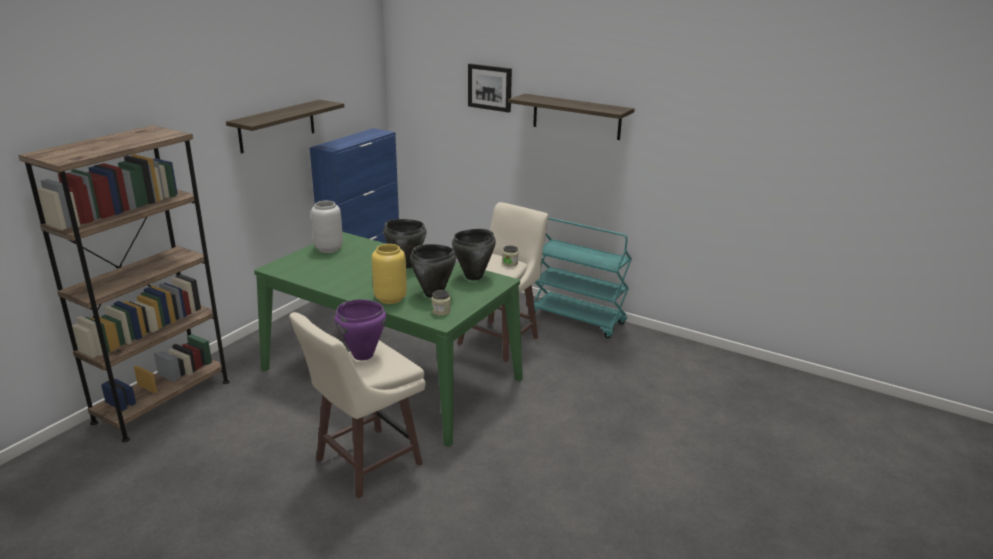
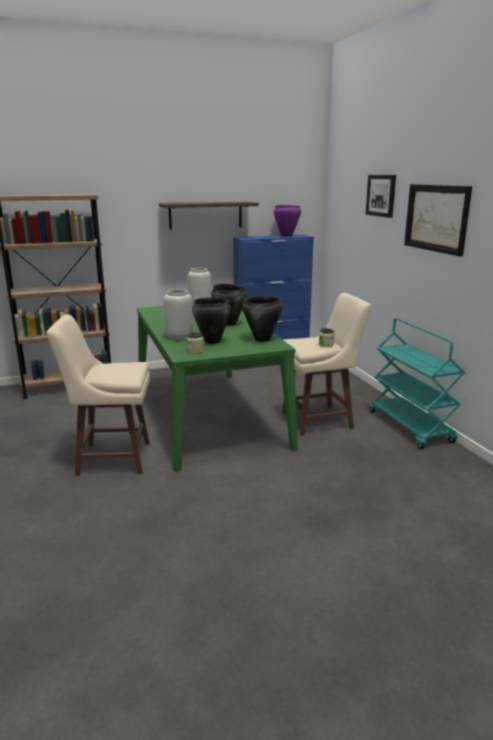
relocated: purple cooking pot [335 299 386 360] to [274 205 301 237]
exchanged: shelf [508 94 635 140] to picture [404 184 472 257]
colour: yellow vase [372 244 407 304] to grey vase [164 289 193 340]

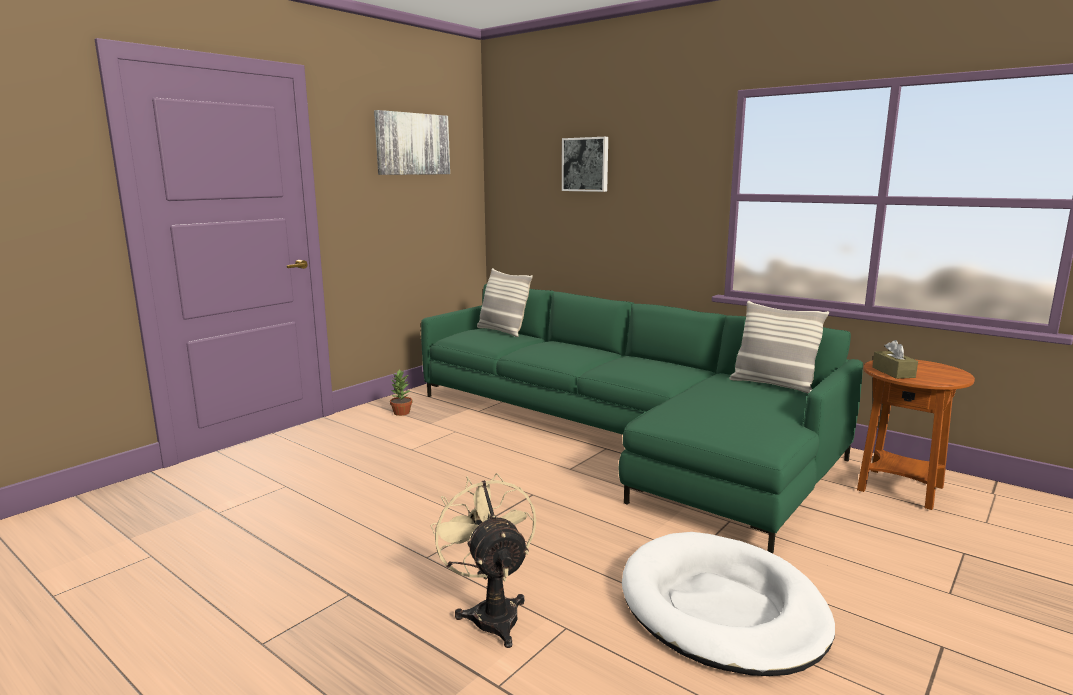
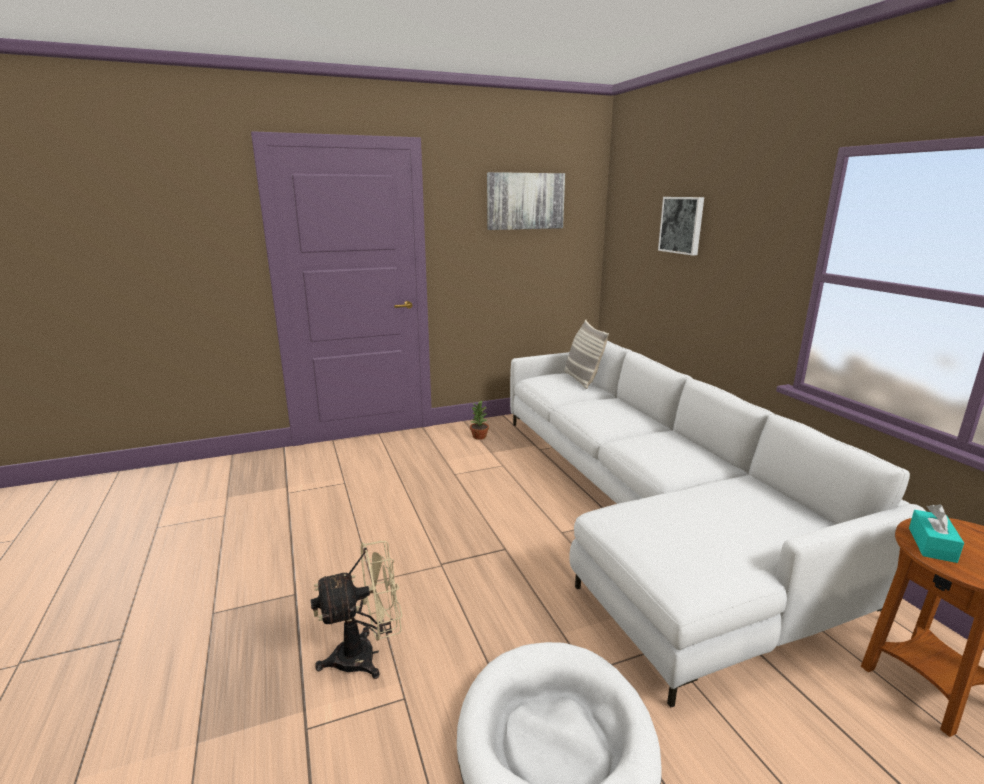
missing: pillow [729 301 829 393]
colour: green sofa [421 284 863 553] to white sofa [510 341 926 707]; brown tissue box [872 340 918 379] to turquoise tissue box [909 504 964 563]
spun: beige fan [431 473 536 648] = [310 541 402 679] 60 degrees clockwise

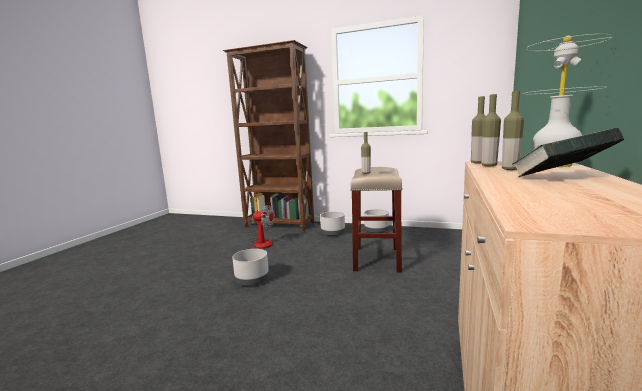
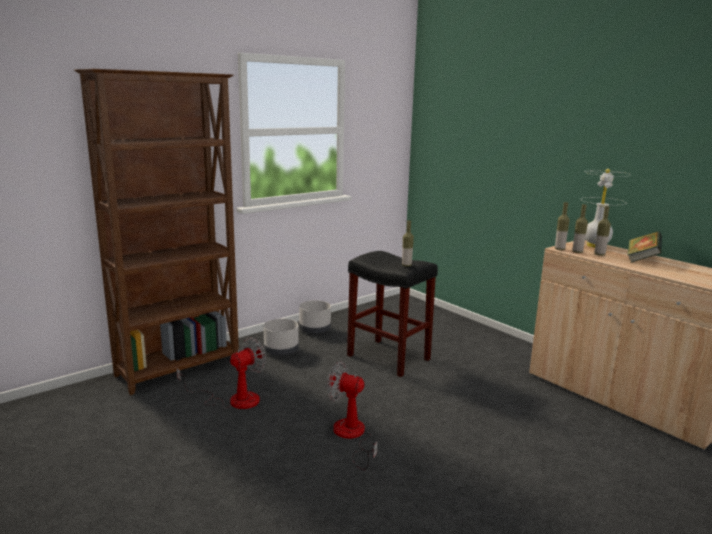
exchanged: grey planter [232 249 269 286] to fan [327 361 378 470]
colour: beige stool [350 167 403 273] to black stool [347 251 438 377]

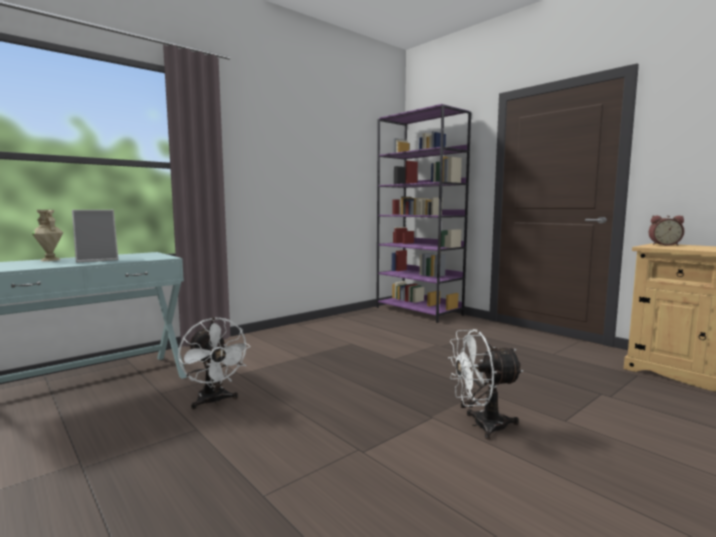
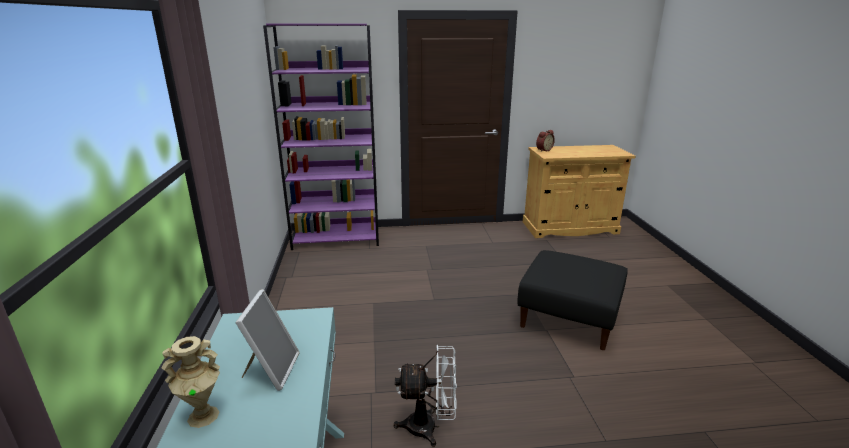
exchanged: white fan [448 329 523 439] to black ottoman [517 250 628 350]

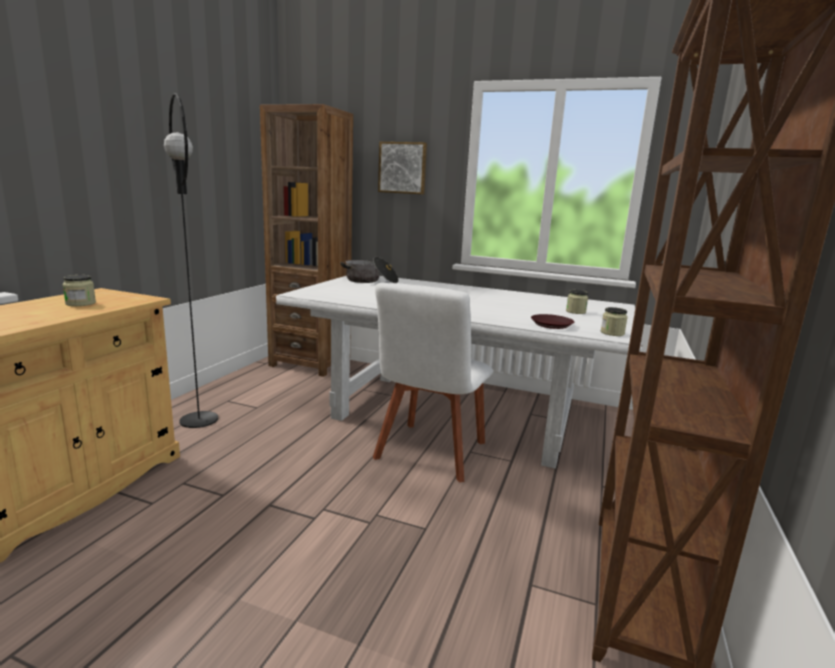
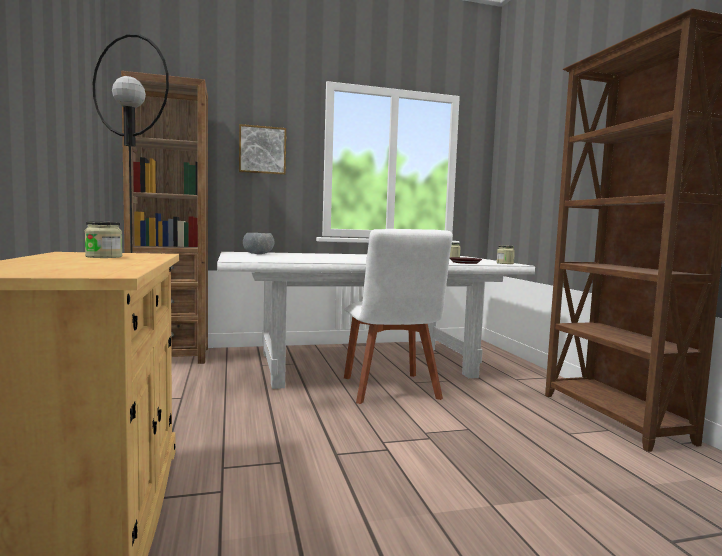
exchanged: cooking pot [341 257 399 283] to grey bowl [243 233 274 254]

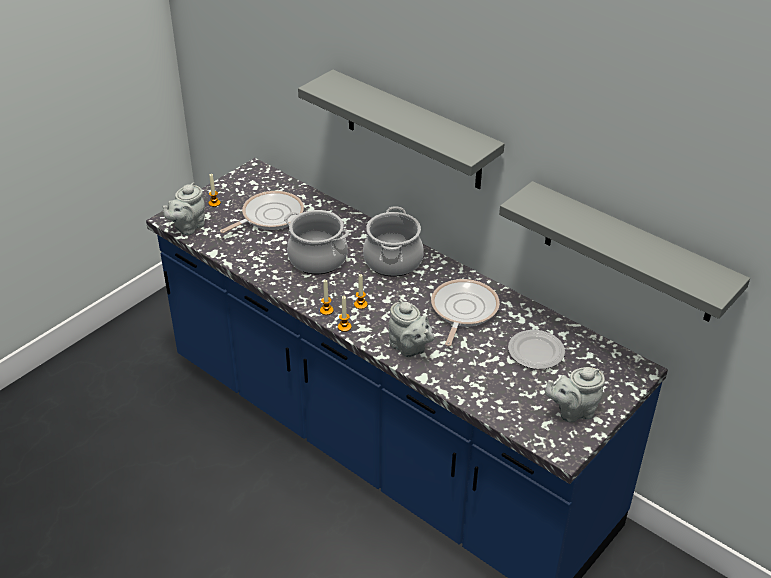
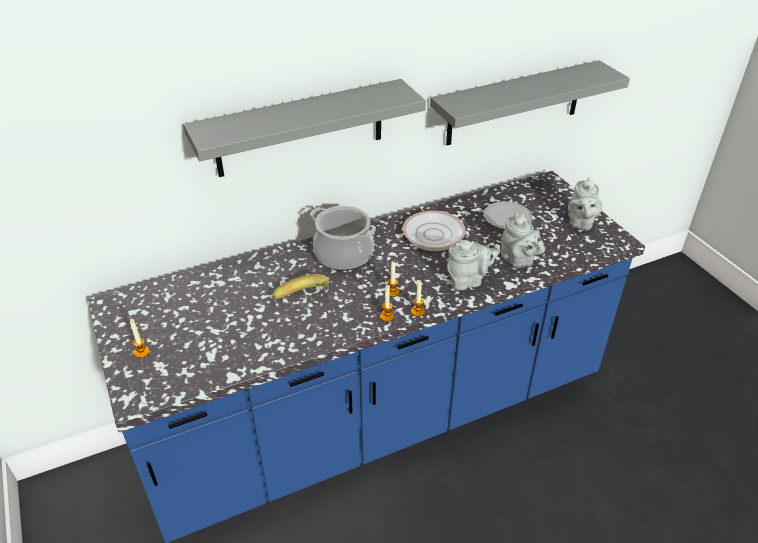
missing: frying pan [220 191 304 233]
relocated: grey teapot [163 182 205 235] to [501 213 545 268]
exchanged: cooking pot [284 210 349 274] to banana [272 274 329 300]

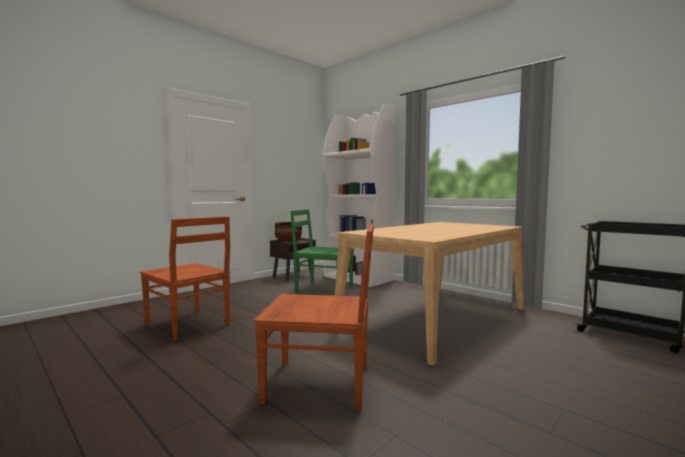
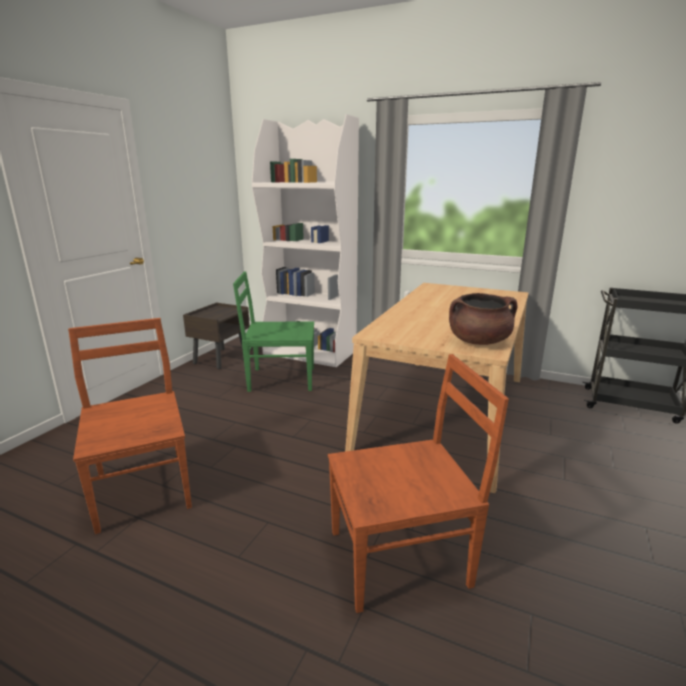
relocated: brown cooking pot [275 222 302 242] to [449 293 517 345]
spun: brown chair [140 216 230 341] = [68 318 192 534] 135 degrees counterclockwise

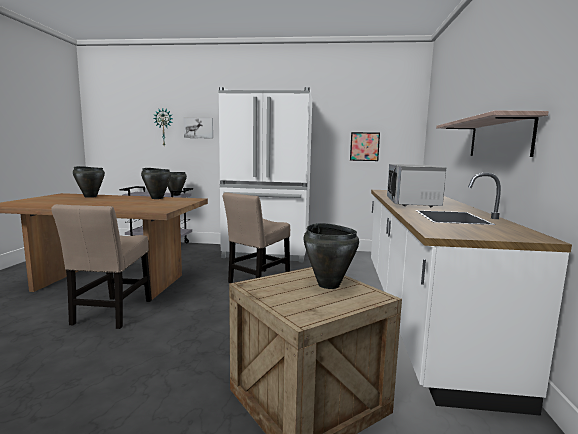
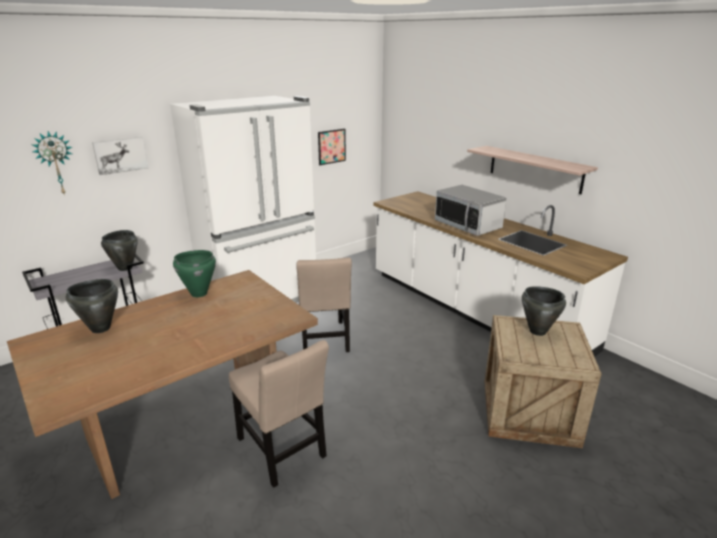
colour: black cooking pot [141 168 171 199] to green cooking pot [173 250 216 297]

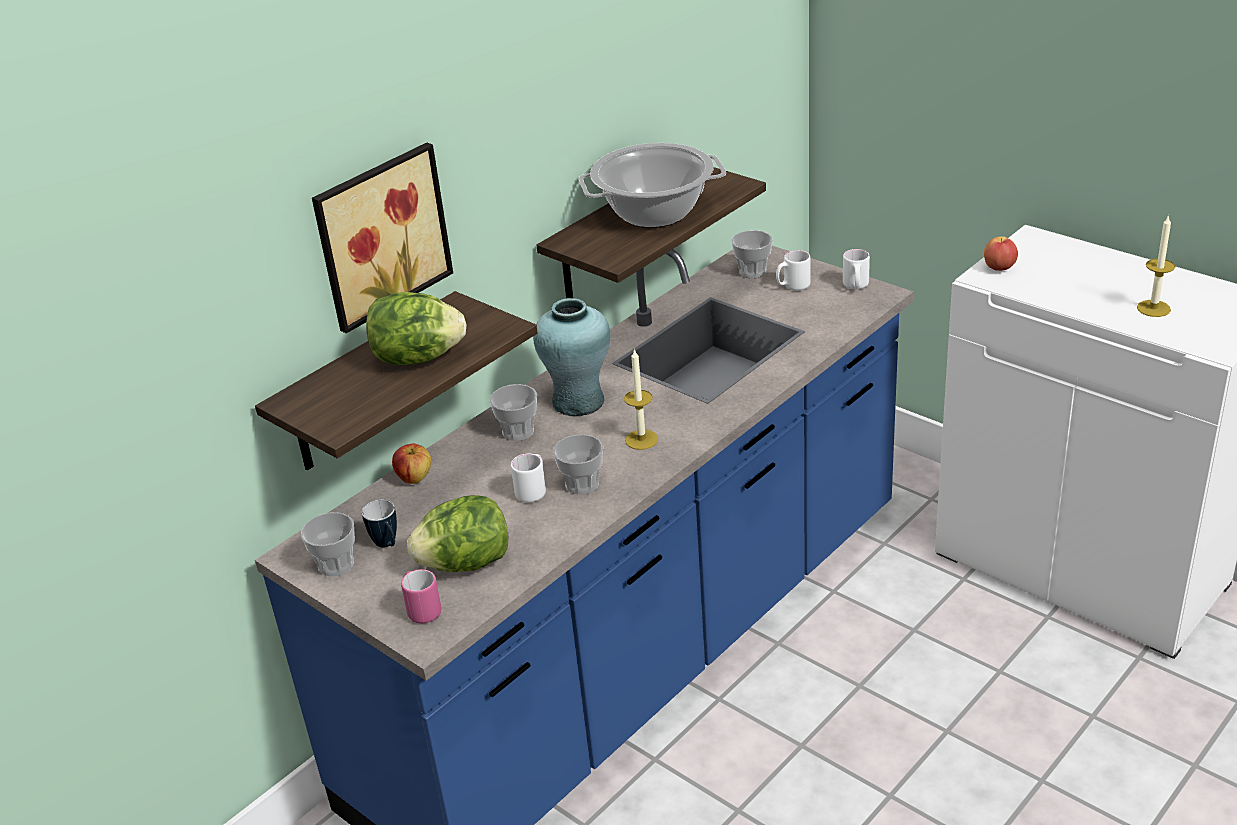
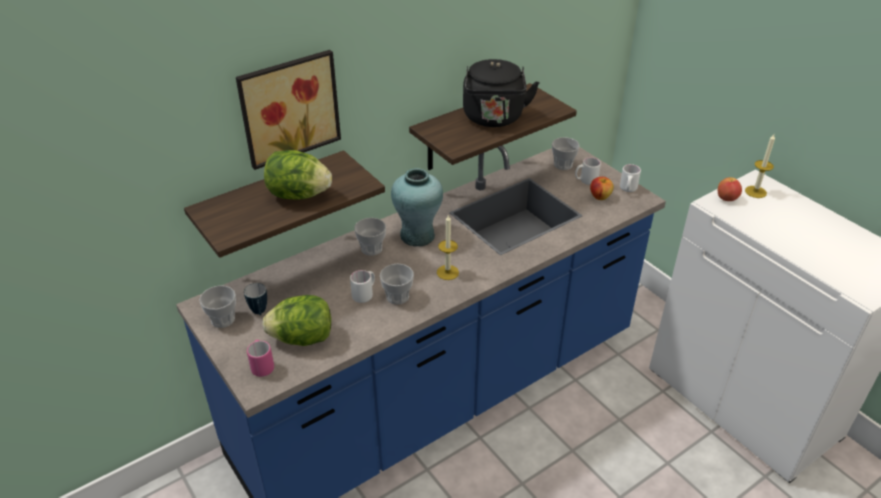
relocated: apple [392 444 431 484] to [590 177 614 200]; candle [1137 215 1175 317] to [745 134 775 198]
exchanged: cooking pot [579 143 726 228] to black kettle [463 59 539 127]

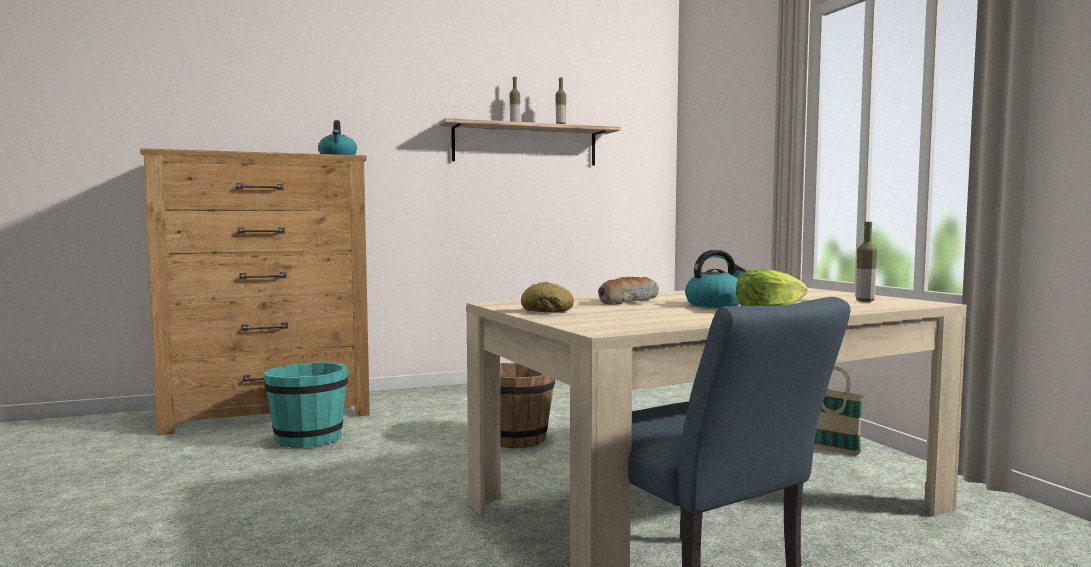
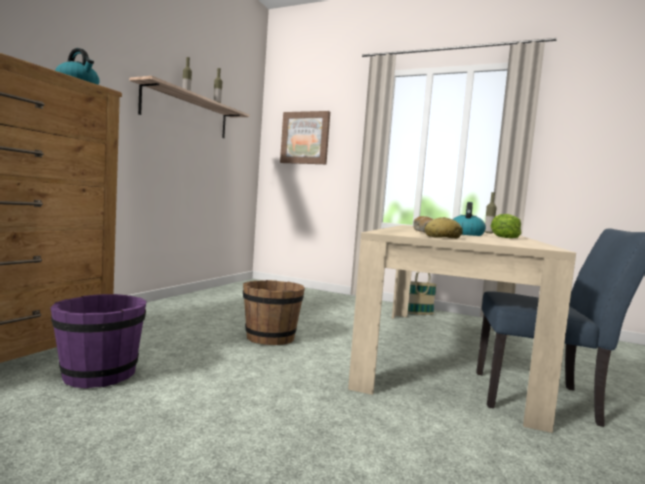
appeared: picture [280 111 330 164]
colour: turquoise bucket [263 362 348 448] to purple bucket [50 294 147 388]

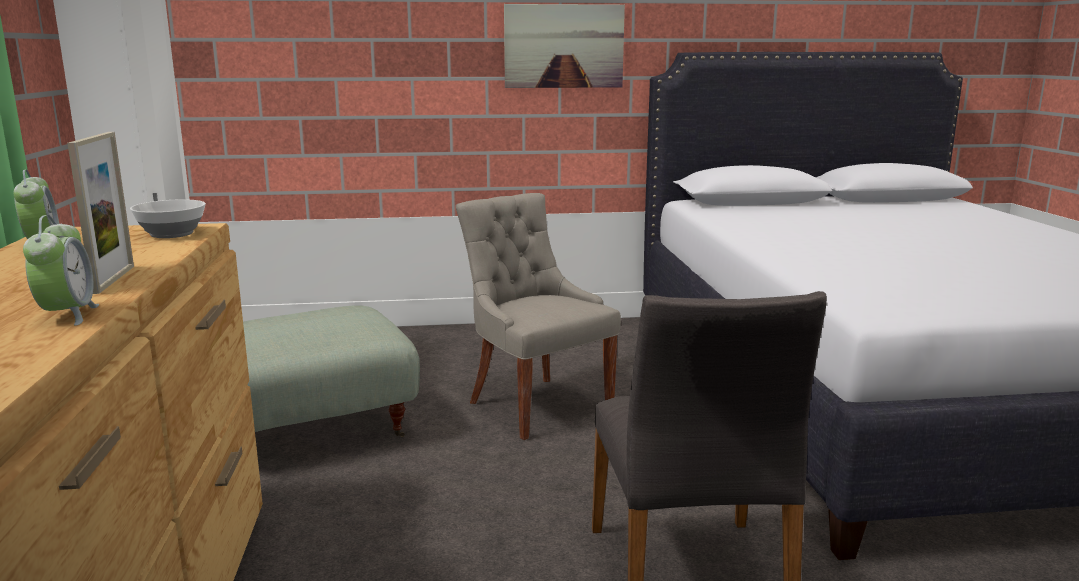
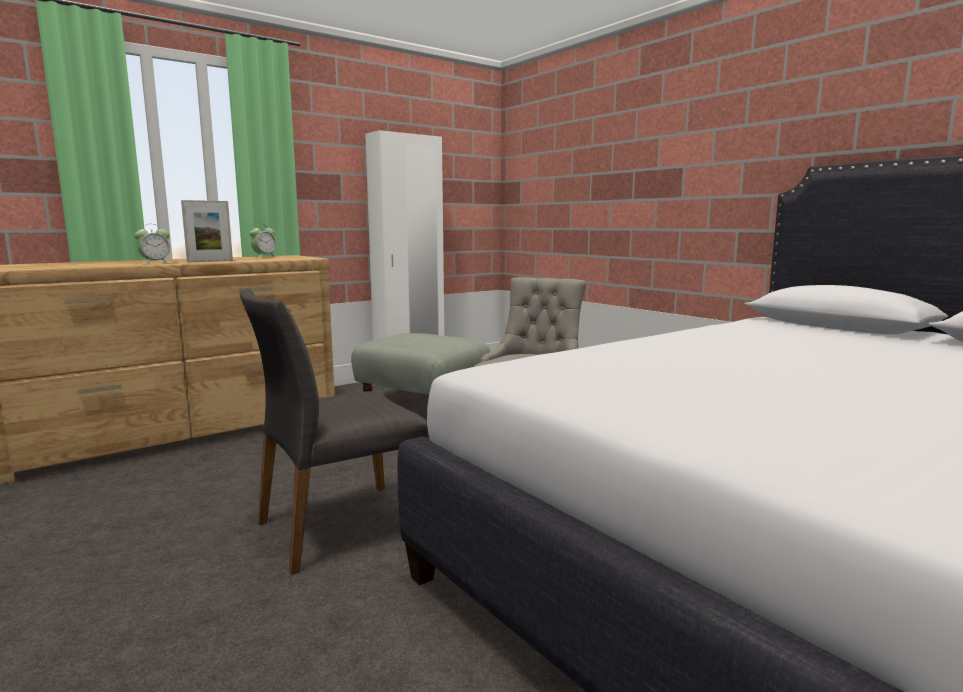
missing: bowl [130 199 206 238]; picture [504 4 625 88]

